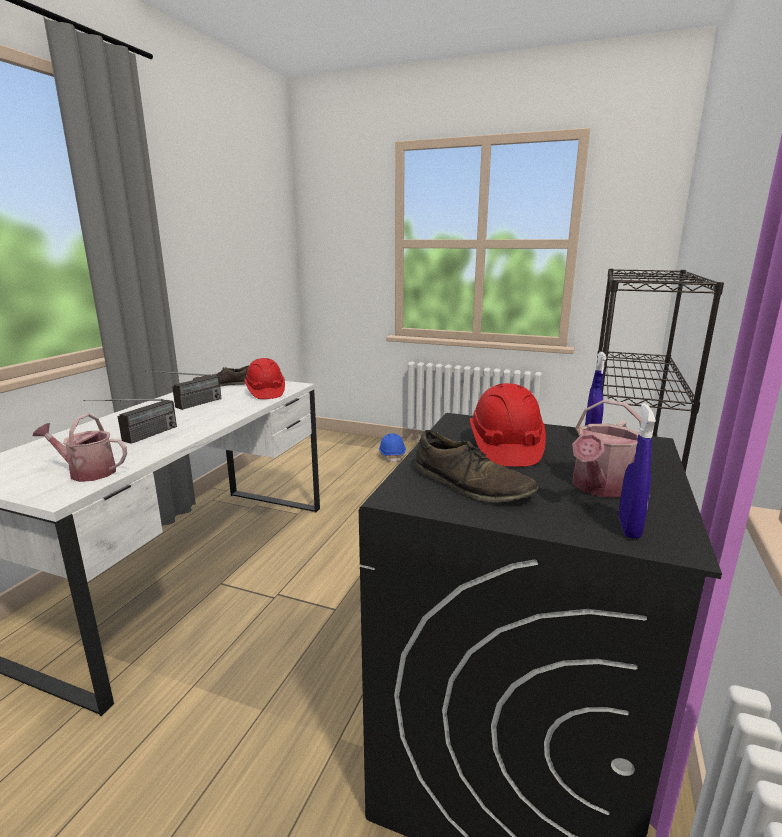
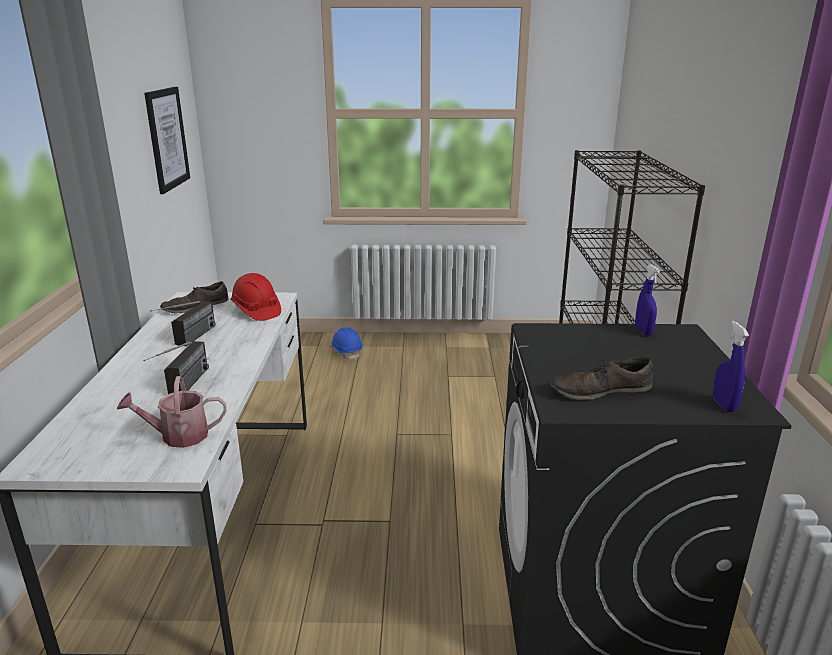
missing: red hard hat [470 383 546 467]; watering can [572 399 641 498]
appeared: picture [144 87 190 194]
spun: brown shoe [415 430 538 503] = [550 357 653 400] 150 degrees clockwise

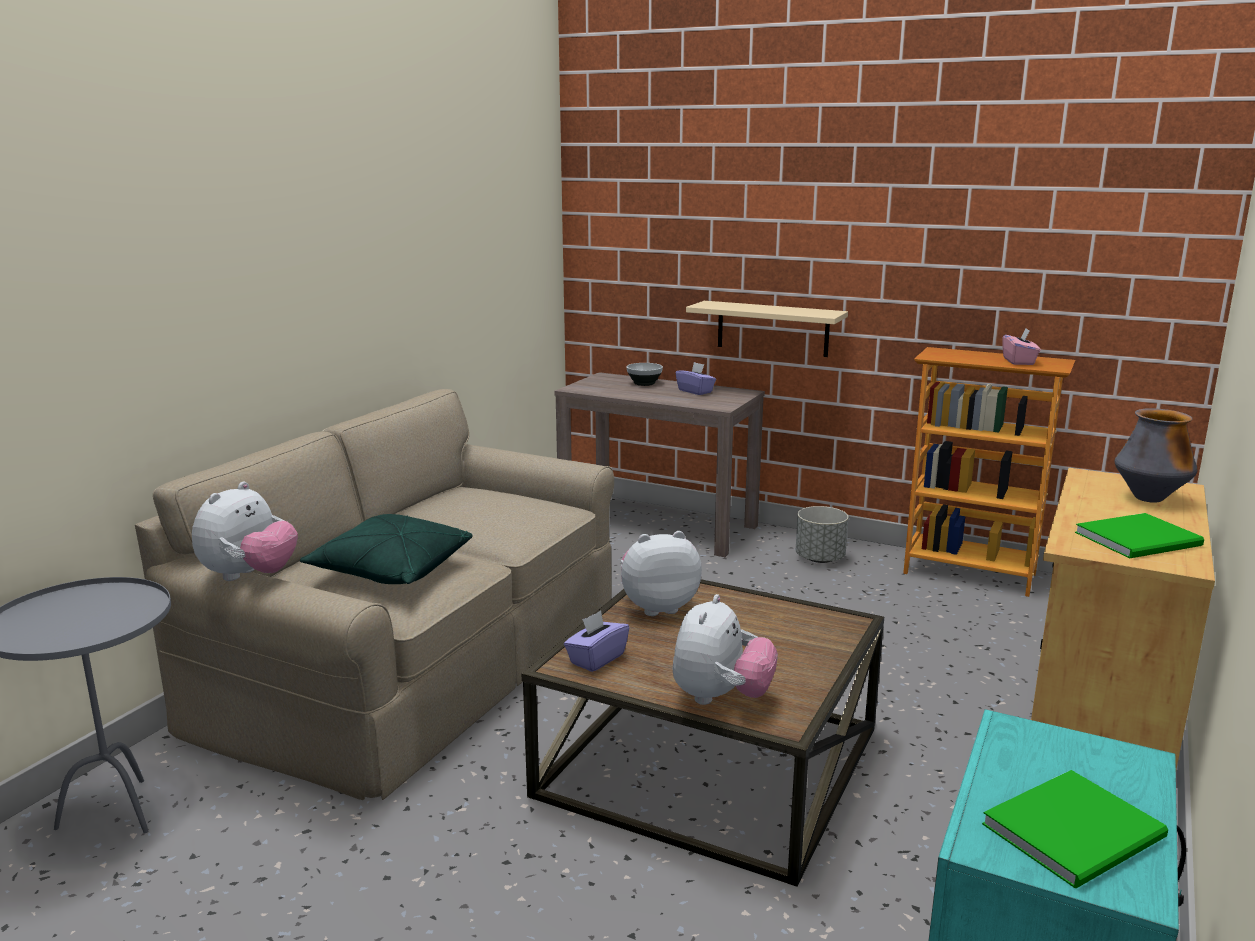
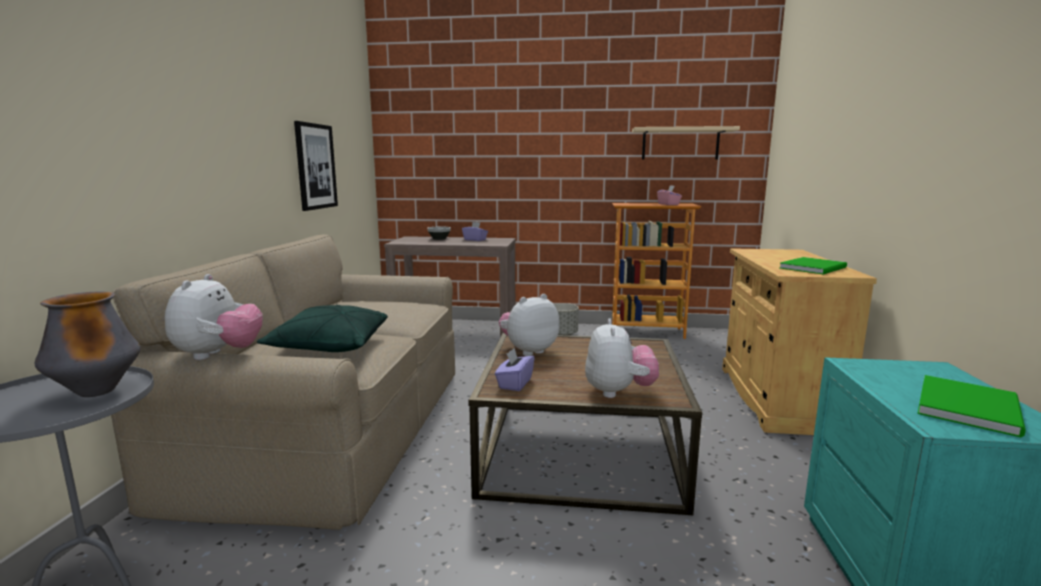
appeared: picture [294 121 338 211]
relocated: vase [1115 408 1197 503] to [34 291 141 397]; beige shelf [686 301 848 357] to [632 126 740 160]

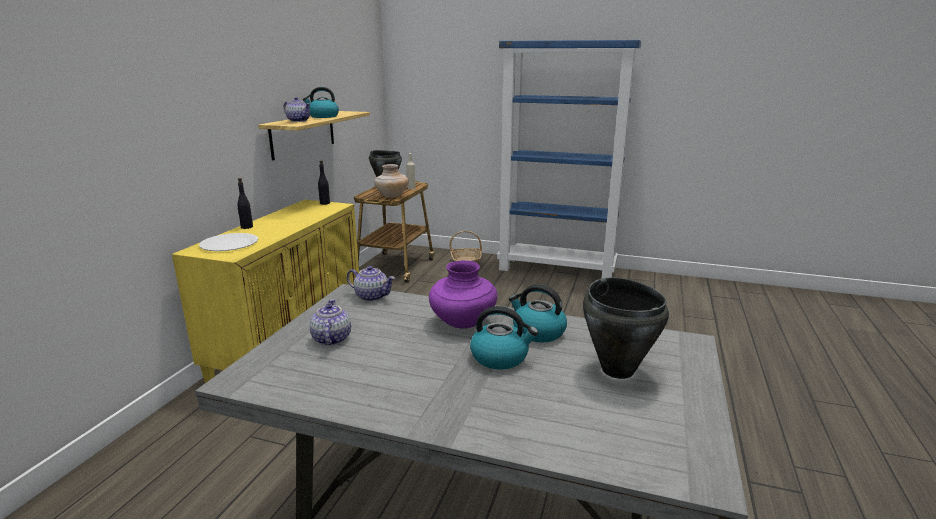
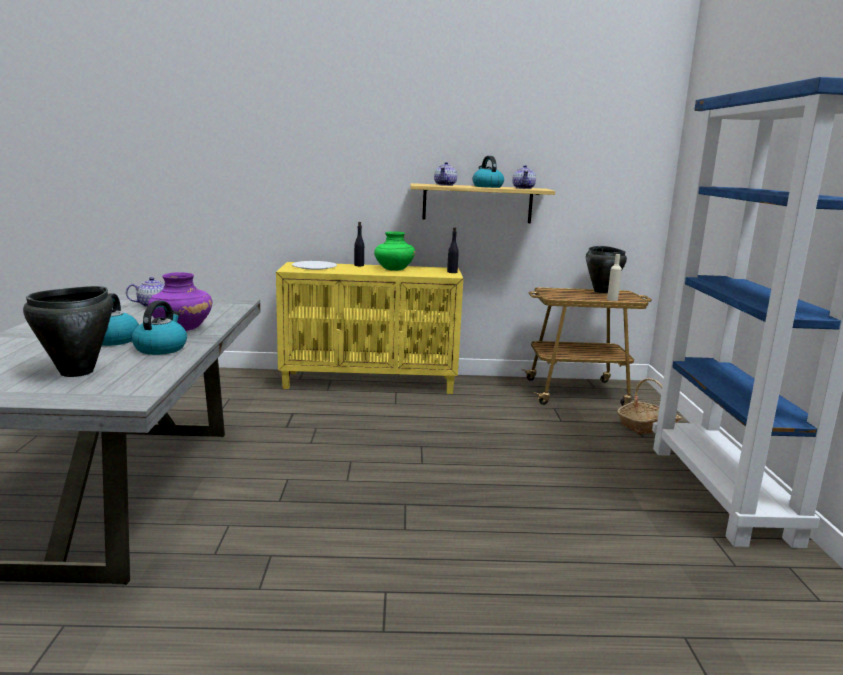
missing: beige vase [374 164 409 197]
appeared: green vase [374 231 415 271]
relocated: teapot [347 266 395 302] to [512 165 536 189]

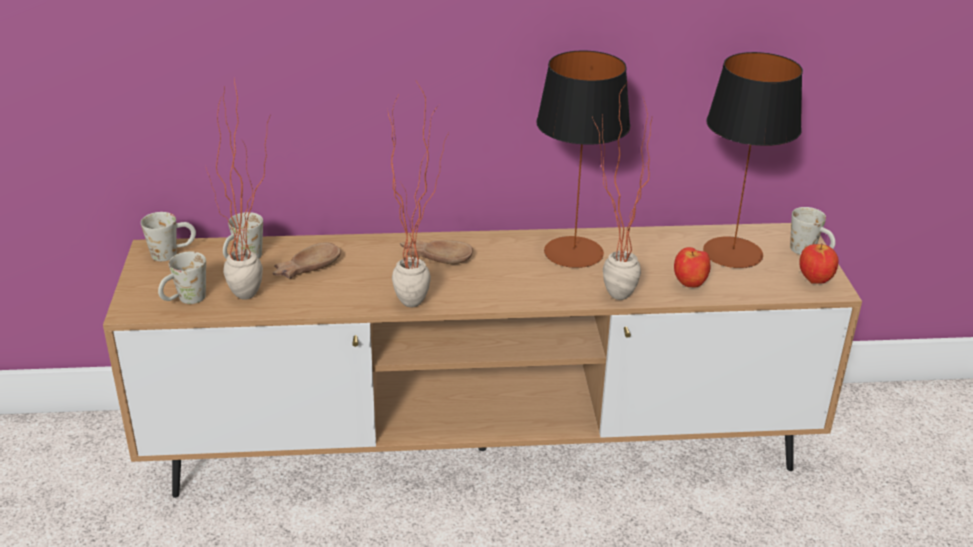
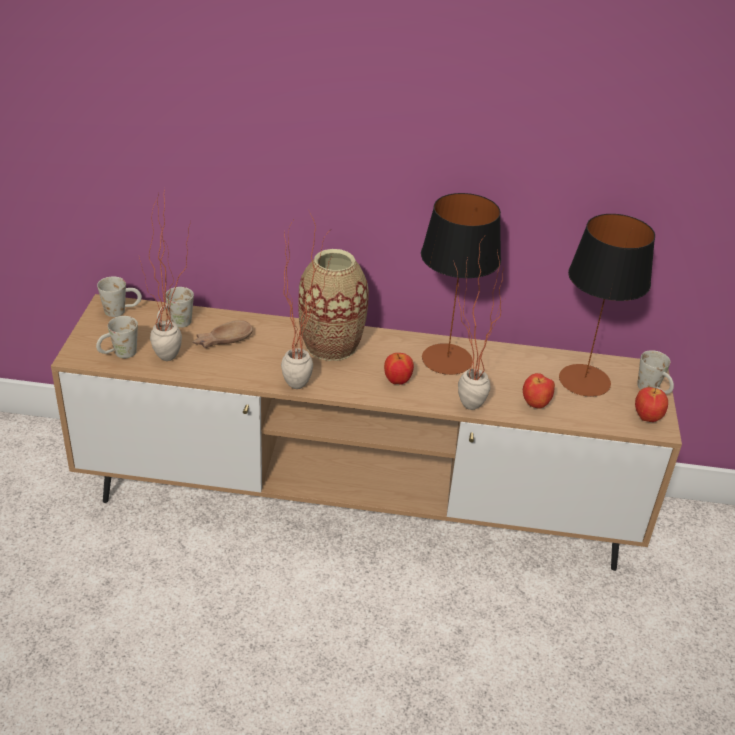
appeared: apple [384 353 414 385]
exchanged: brown bowl [400 239 473 264] to vase [298 249 369 361]

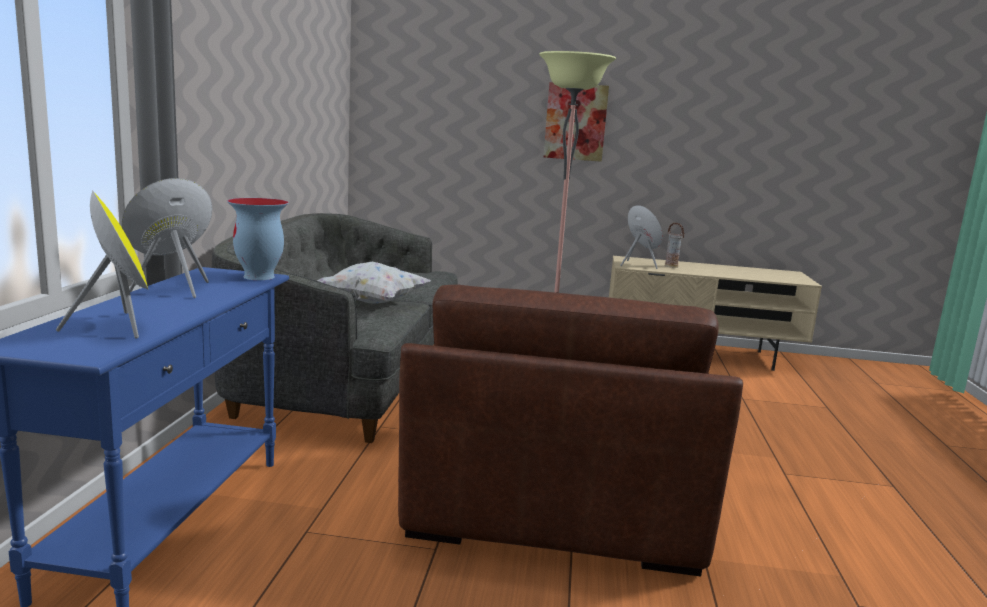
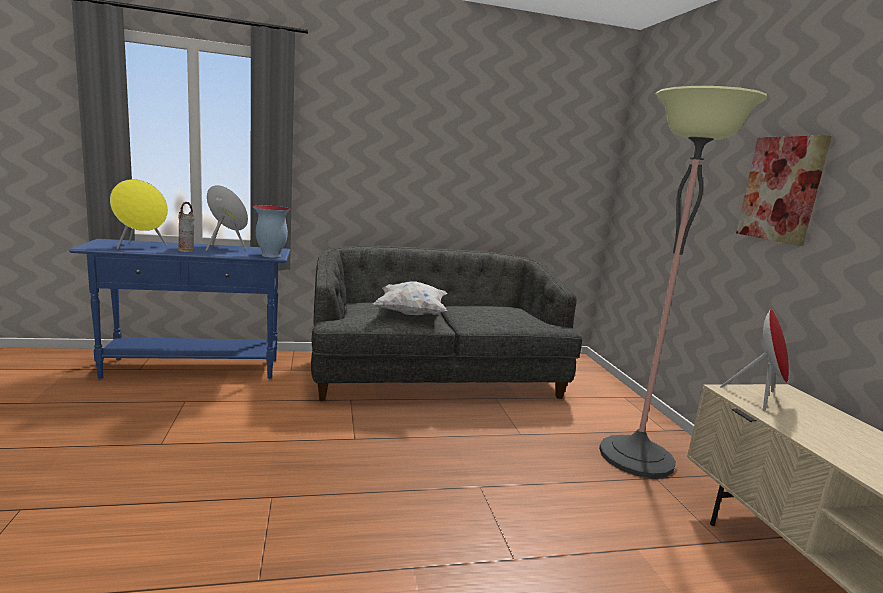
missing: brown armchair [398 285 743 576]
relocated: vase [665 223 685 268] to [178 202 195 252]

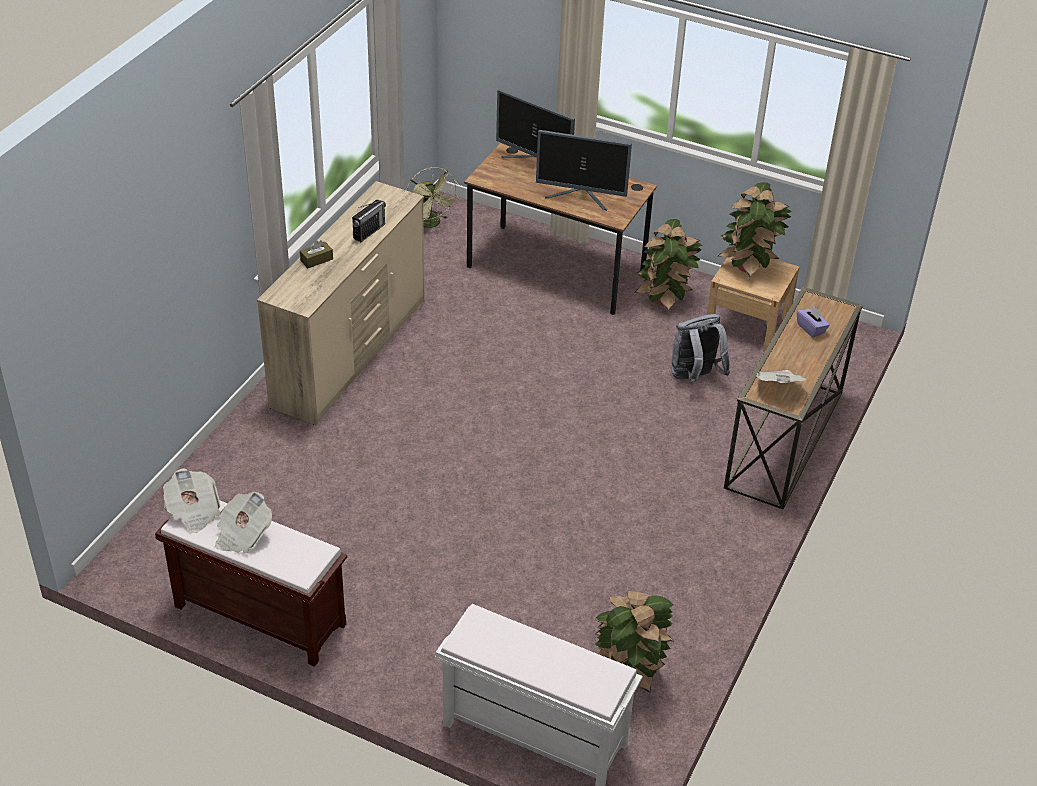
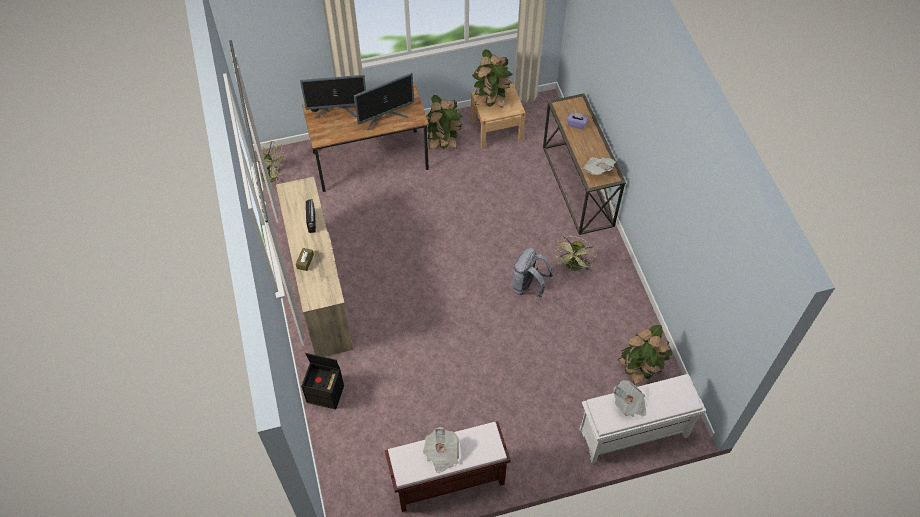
appeared: black storage box [301 353 344 410]; green fan [554 236 596 271]
relocated: grey backpack [671 314 730 385] to [512 248 553 297]; newspaper [163 468 221 533] to [613 380 646 417]

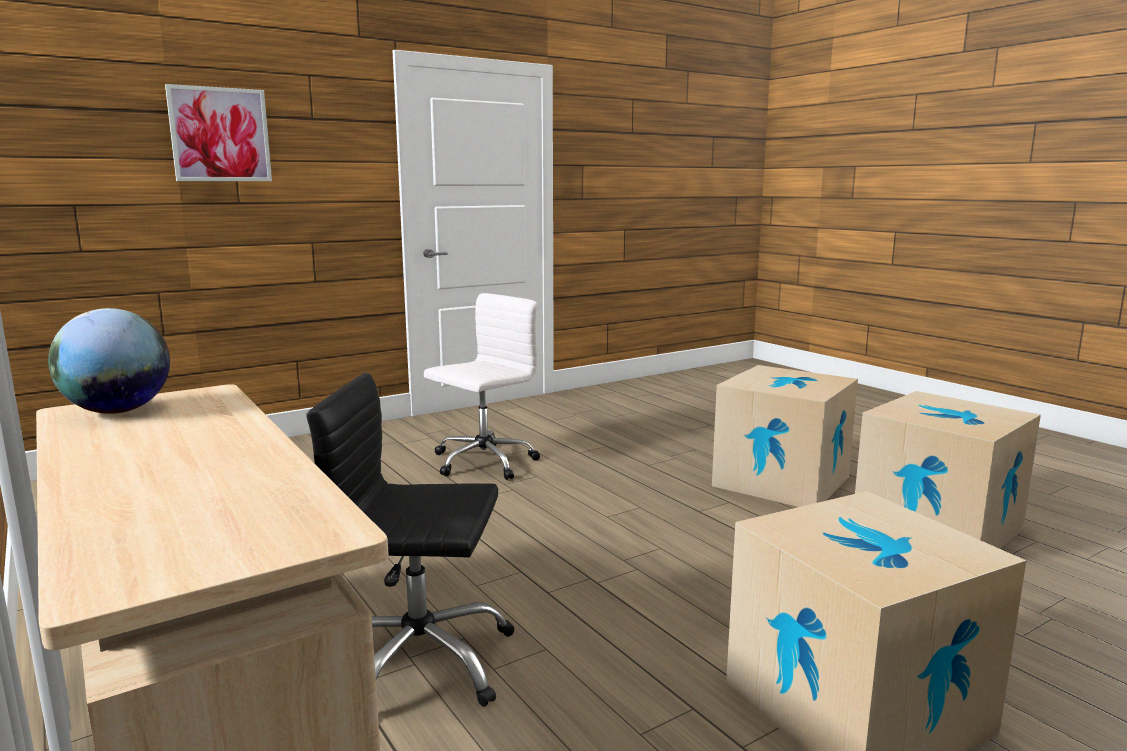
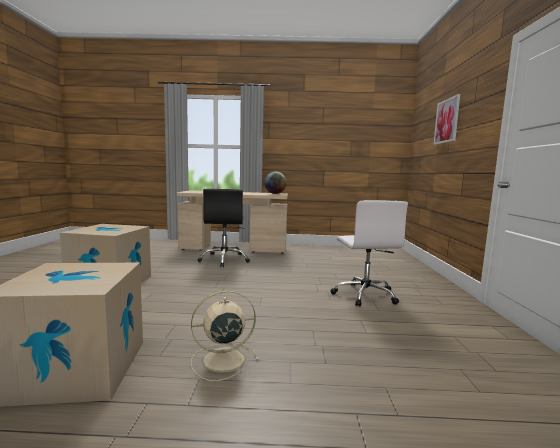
exchanged: cardboard box [712 365 858 507] to beige fan [191 290 259 381]
spun: black office chair [307 373 515 707] = [197 189 250 267] 135 degrees clockwise

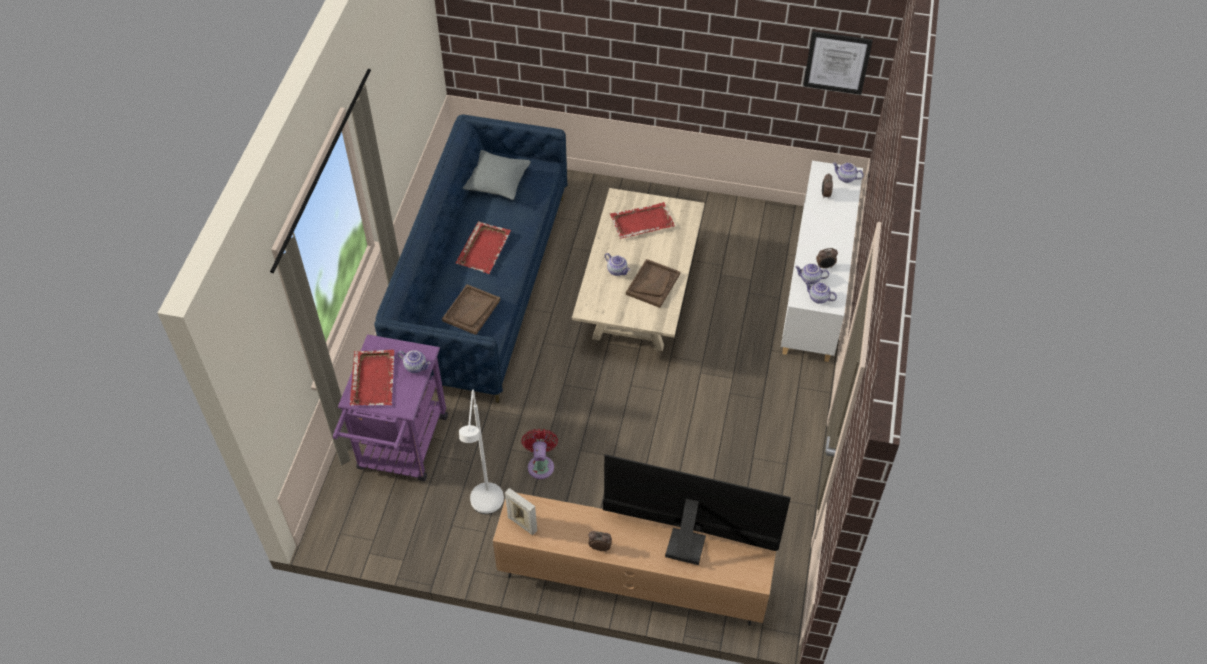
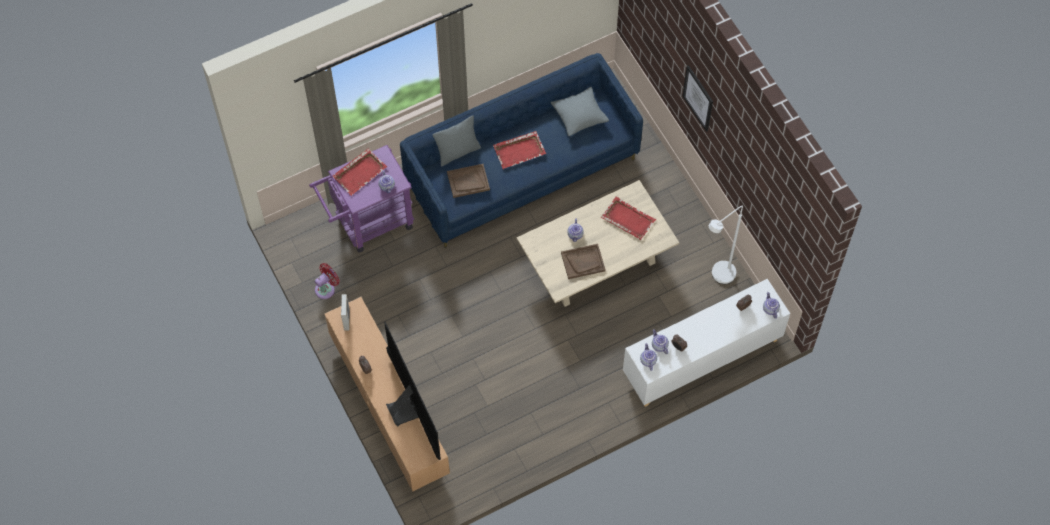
appeared: grey pillow [433 115 481 166]
relocated: red fan [522 429 558 479] to [315 263 339 299]; picture [803 31 873 95] to [683 65 713 132]; white floor lamp [459 390 504 514] to [709 206 743 284]

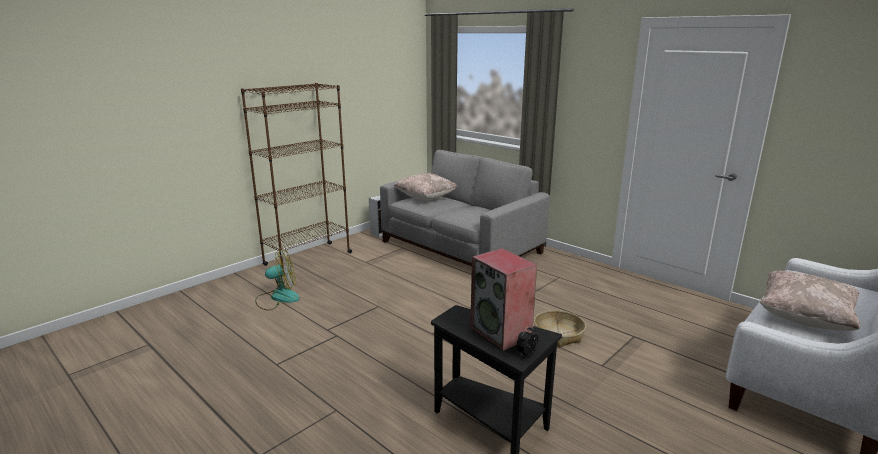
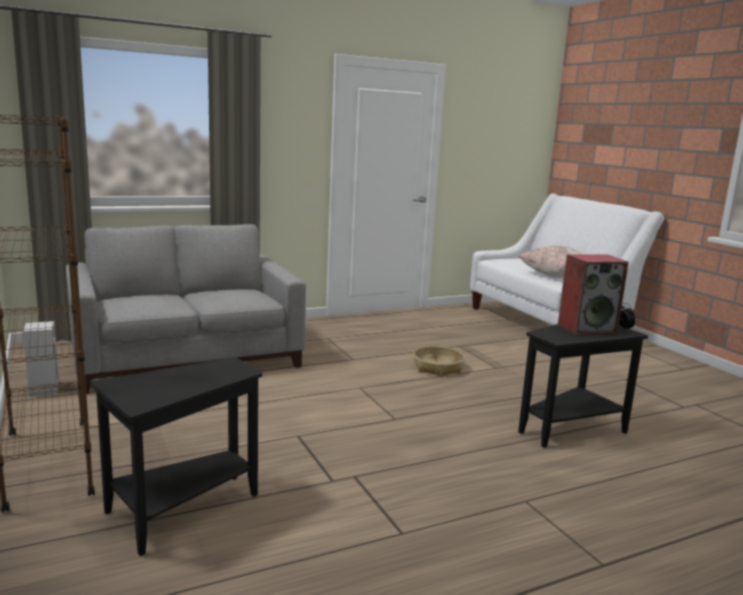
missing: beige pillow [394 173 458 200]
exchanged: fan [255 249 300 311] to black side table [90 357 262 556]

